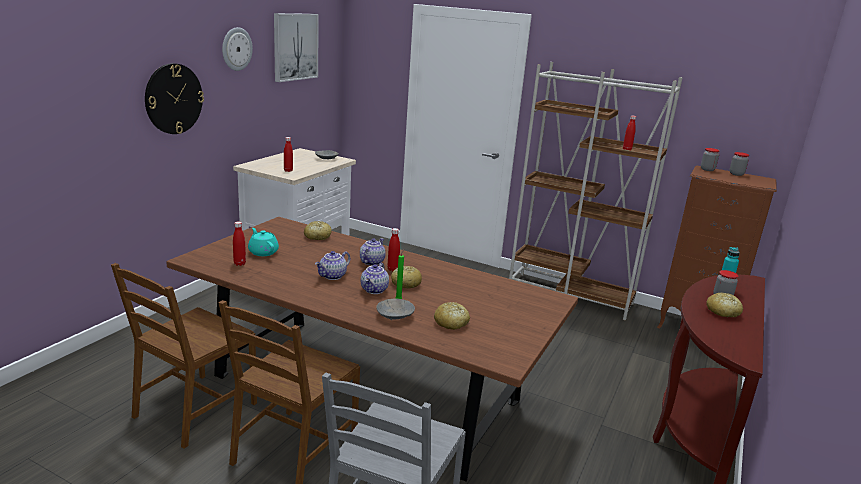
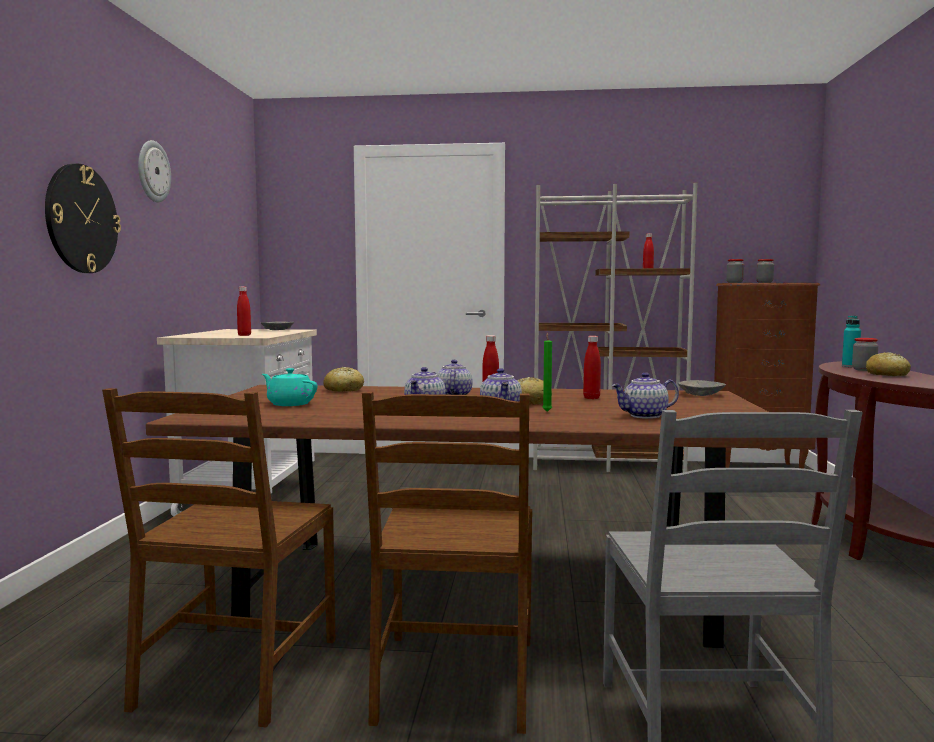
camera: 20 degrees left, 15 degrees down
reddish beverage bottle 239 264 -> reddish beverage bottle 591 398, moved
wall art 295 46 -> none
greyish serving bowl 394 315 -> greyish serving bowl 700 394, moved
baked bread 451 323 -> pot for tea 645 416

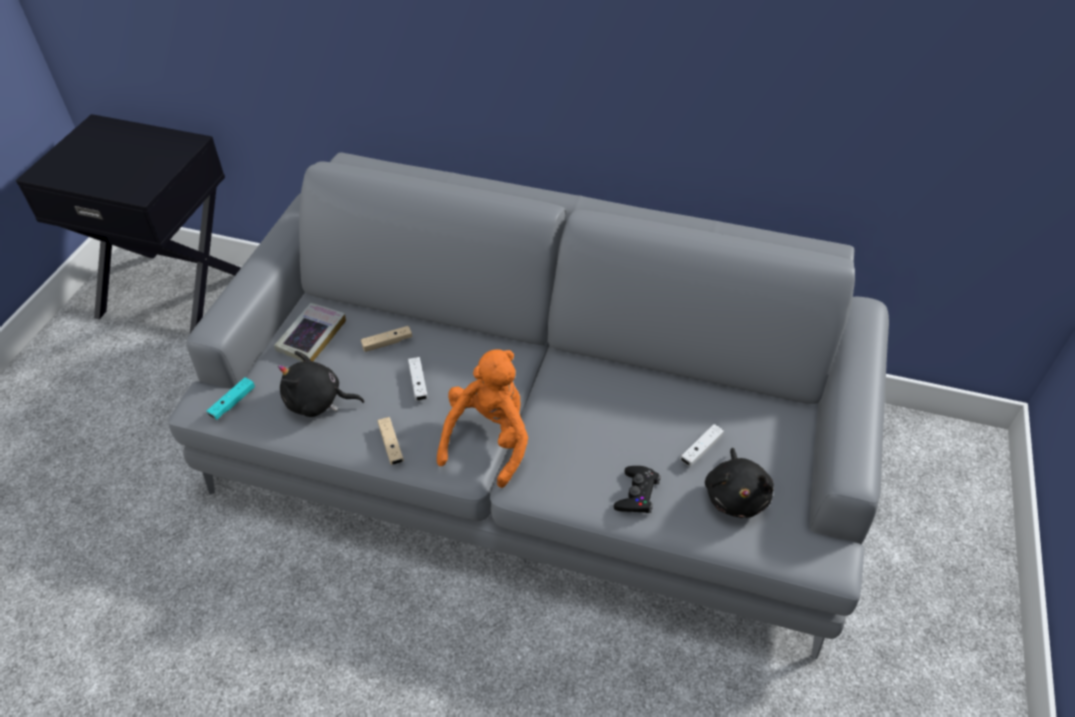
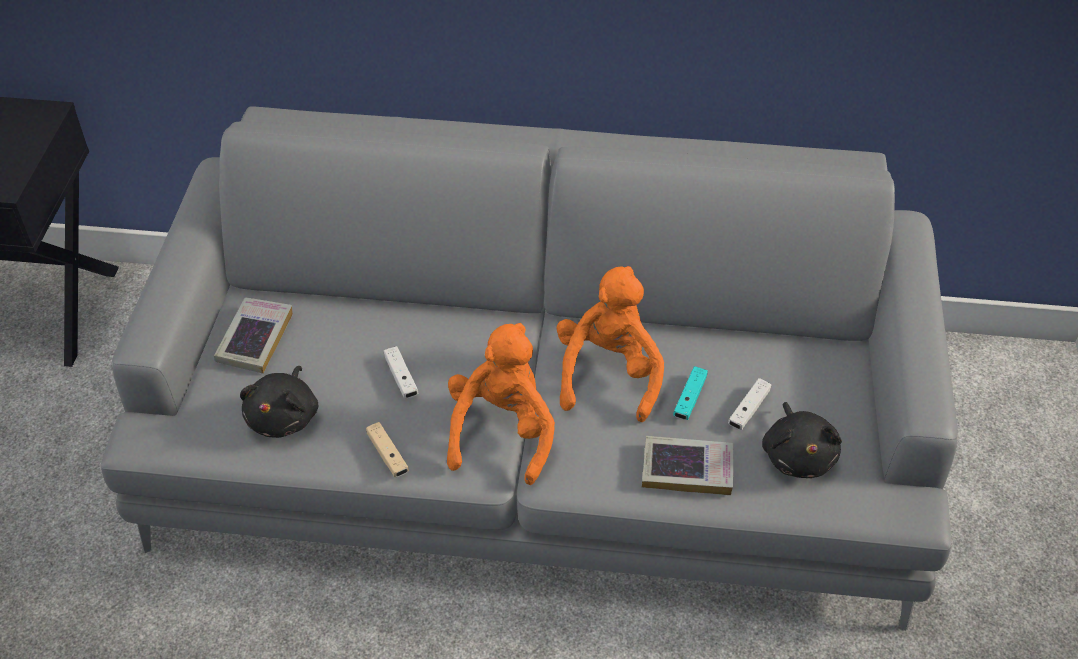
camera: 10 degrees left, 0 degrees up
blue-green game controller 232 403 -> blue-green game controller 689 398, moved
black-coloured soft toy 318 402 -> black-coloured soft toy 284 416, 75 degrees counterclockwise
beige-coloured game controller 387 343 -> none
black-coloured game controller 637 494 -> volume 687 469
none -> orange soft toy 608 374

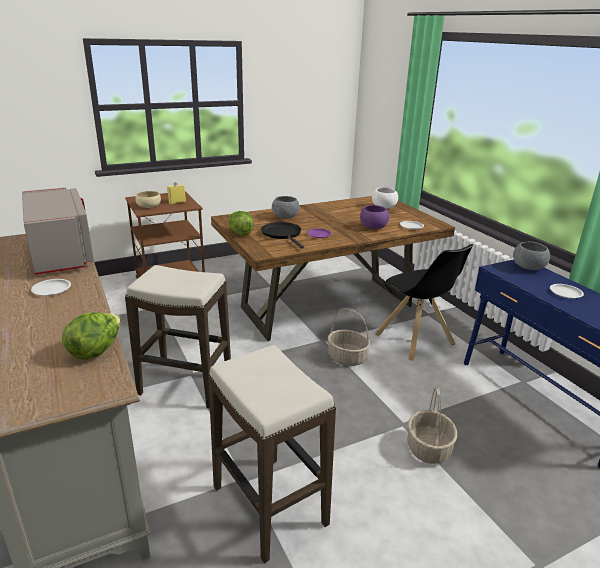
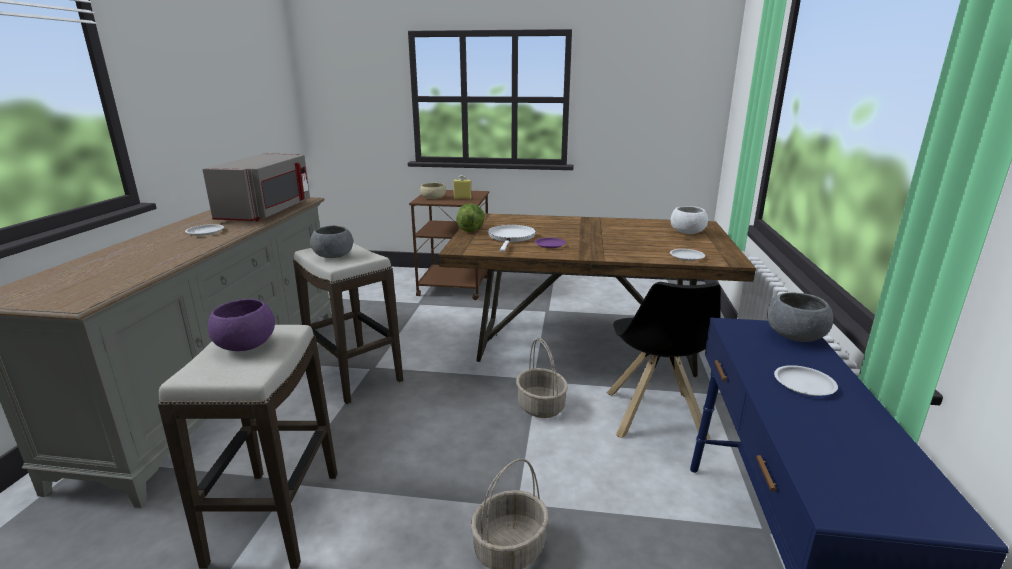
camera: 35 degrees right, 5 degrees down
lettuce head 96 350 -> none
black-coloured pan 282 234 -> white pan 511 237
greyish serving bowl 285 217 -> greyish serving bowl 333 256, moved
purple serving bowl 373 227 -> purple serving bowl 245 345, moved

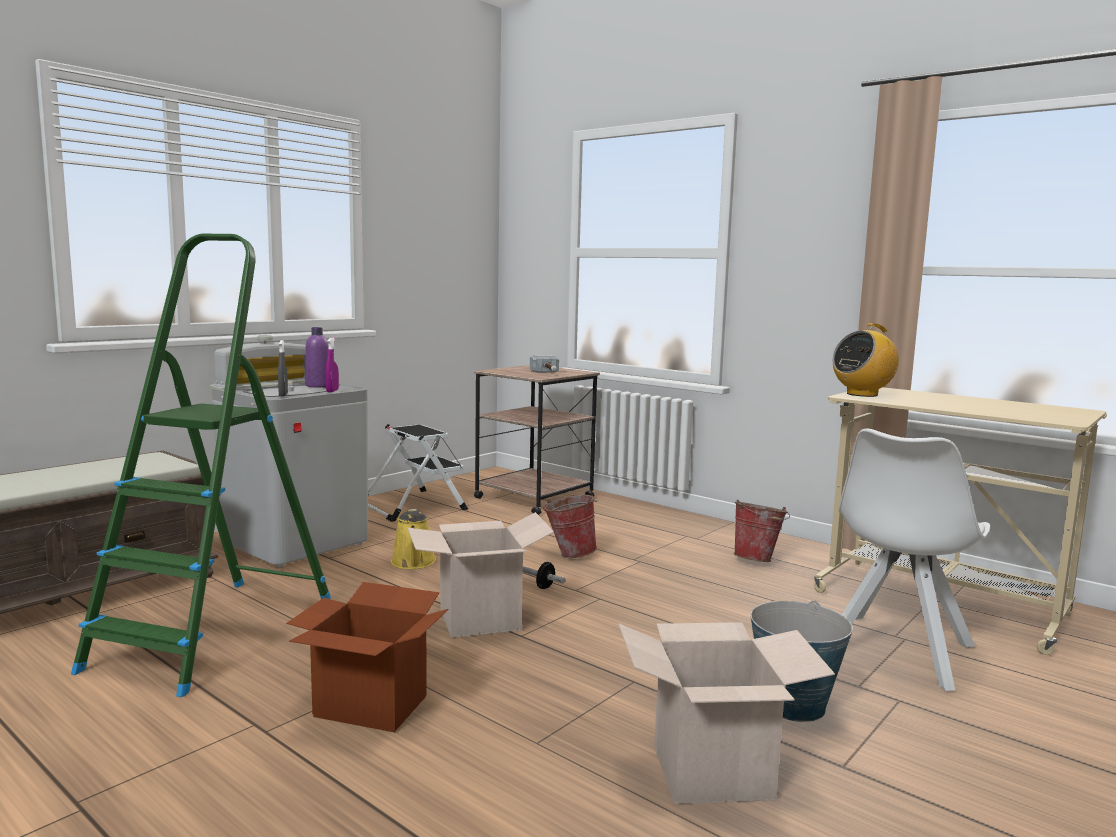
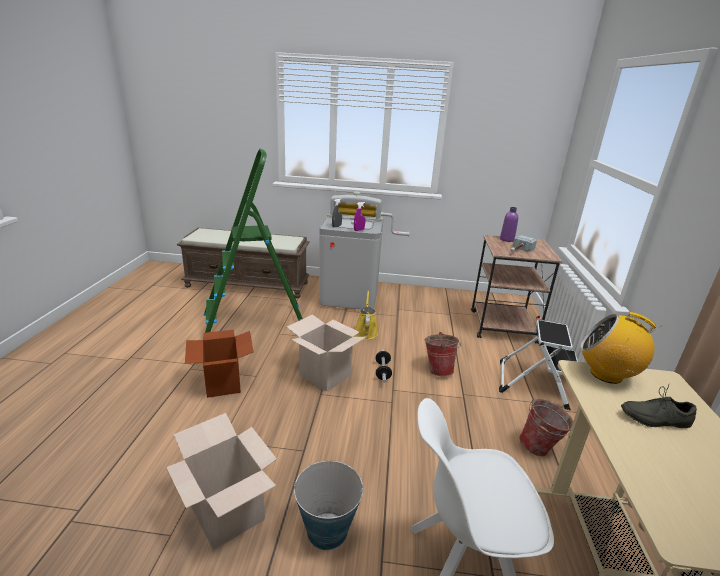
camera: 55 degrees right, 15 degrees up
purple beverage bottle 318 385 -> purple beverage bottle 507 239, moved
step ladder 413 505 -> step ladder 534 382, moved
yellow watering can 413 563 -> yellow watering can 365 331, 135 degrees clockwise
none -> greyish item of footwear 653 417

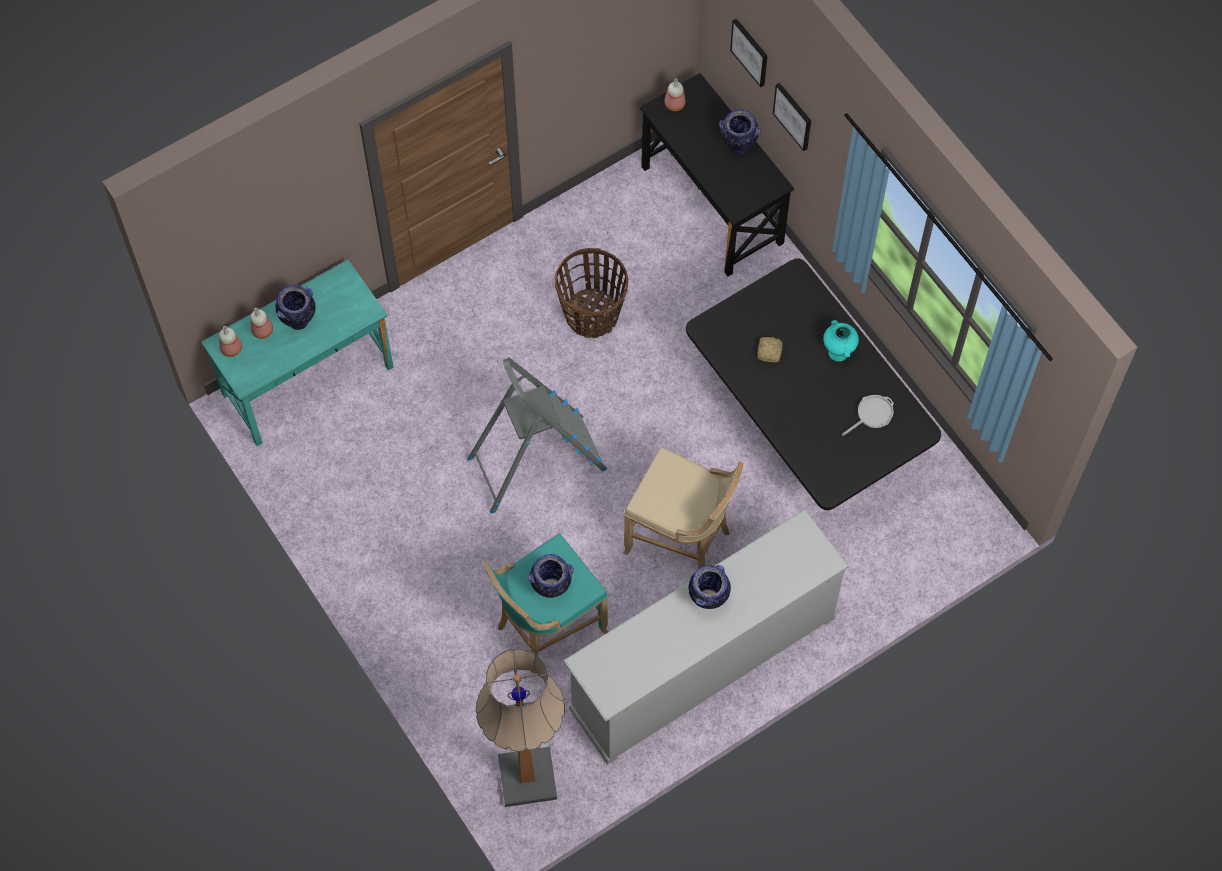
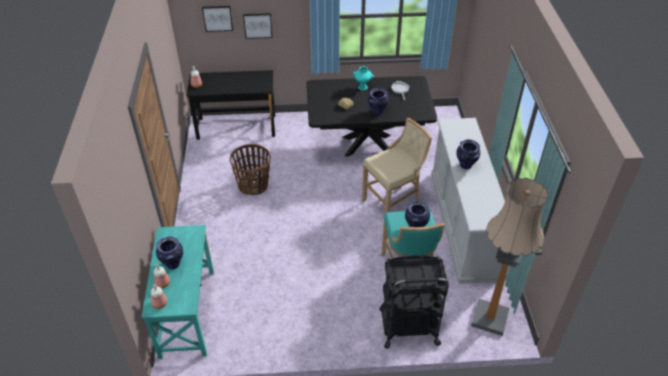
camera: 60 degrees left, 20 degrees down
greyish step ladder 538 463 -> none
vase 738 146 -> vase 377 112, moved
none -> black-coloured cart 409 326

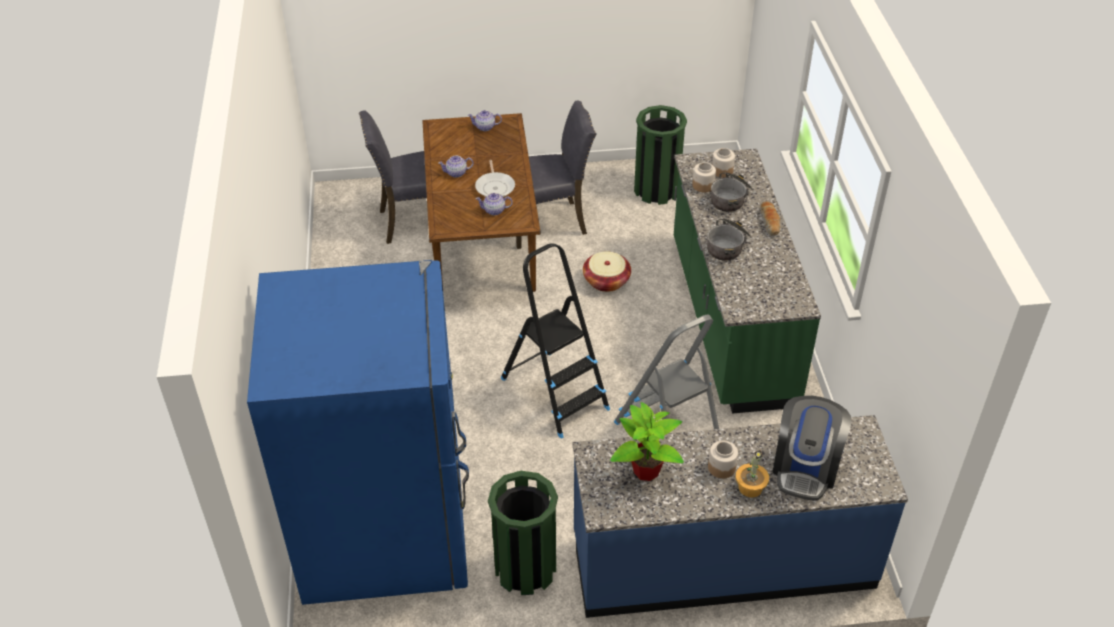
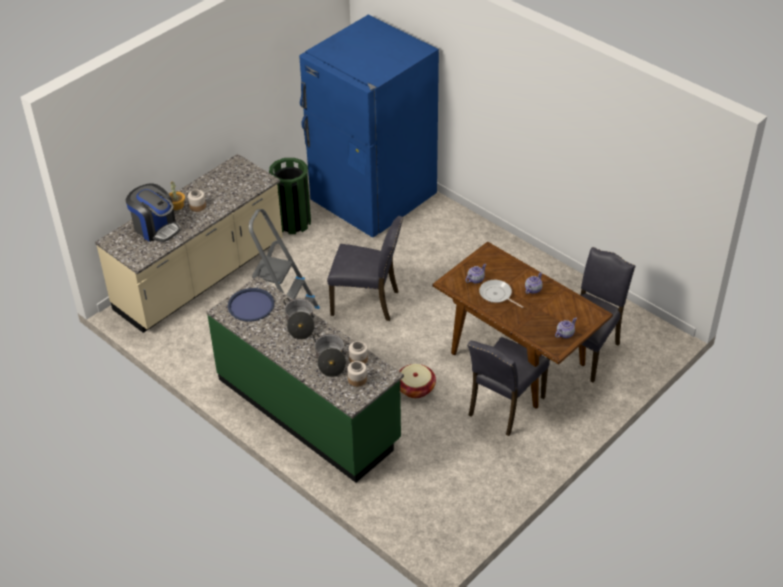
camera: 140 degrees right, 0 degrees up
black-coloured step ladder 555 394 -> greyish chair 367 302
blue kitchen base unit 722 560 -> beige-coloured kitchen base unit 201 277
potted plant 645 470 -> none
green rubbish bin 657 190 -> none
baked bread 770 222 -> none
coffee machine 805 467 -> coffee machine 156 228, 150 degrees clockwise
none -> blue serving tray 251 305

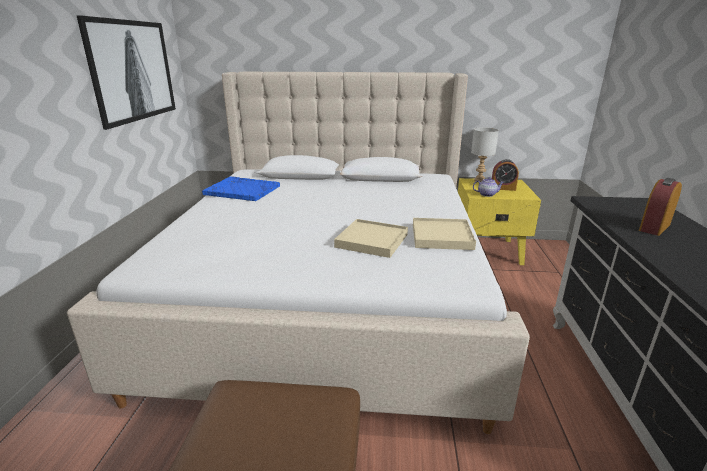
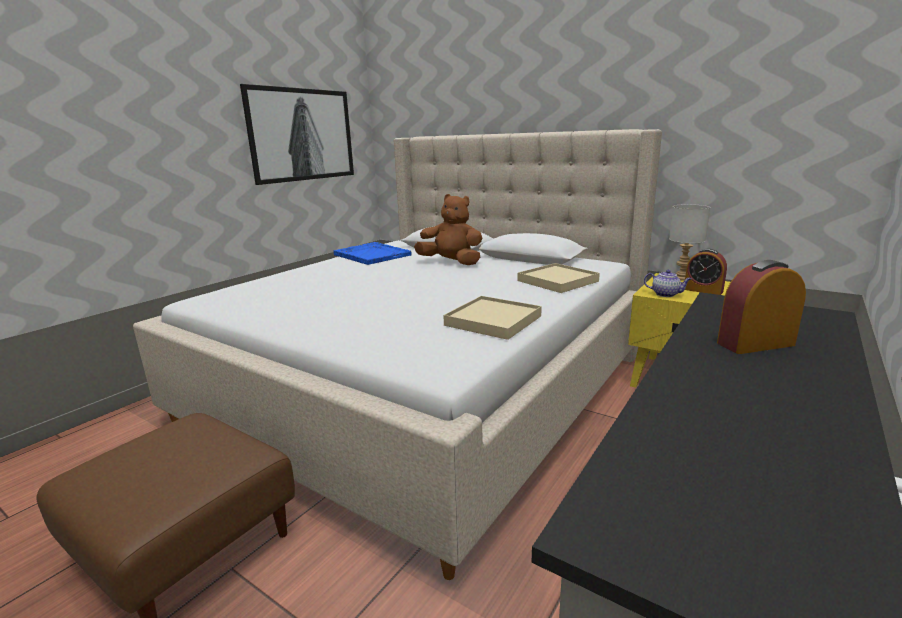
camera: 30 degrees right, 5 degrees down
beige-coloured serving tray 371 240 -> beige-coloured serving tray 557 281, moved
none -> brown-coloured soft toy 451 263

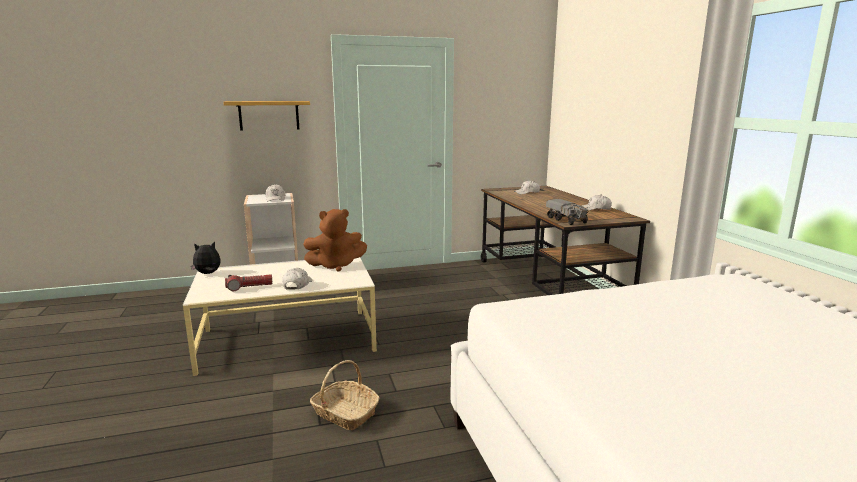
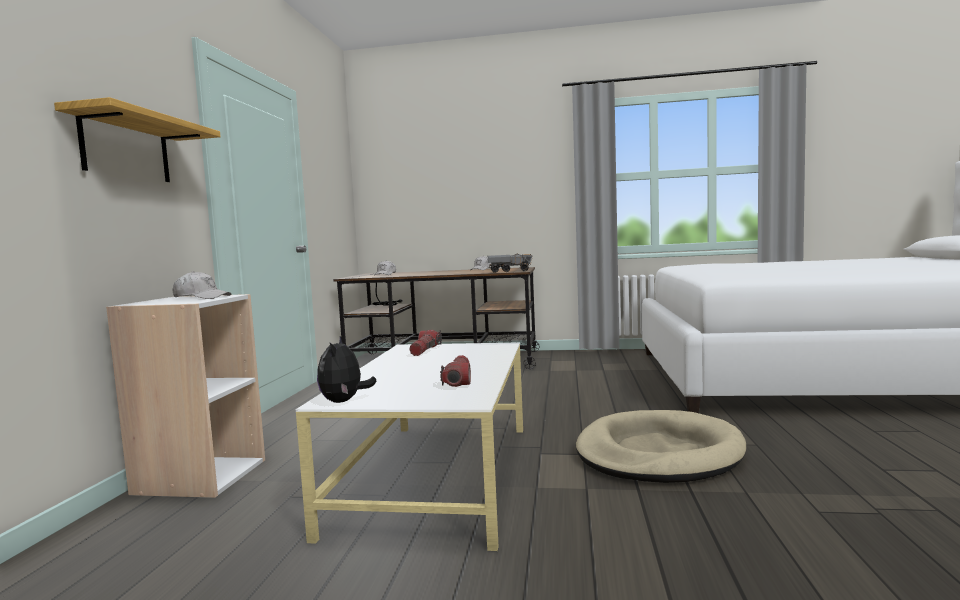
camera: 65 degrees left, 10 degrees down
white cap 297 284 -> none
brown-coloured soft toy 336 265 -> flashlight 425 351
storage basket 344 413 -> beige-coloured dog cushion 658 453

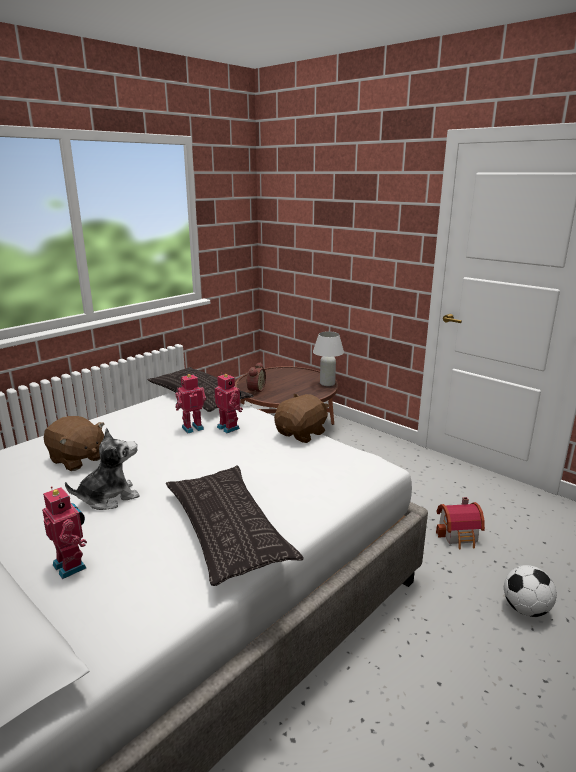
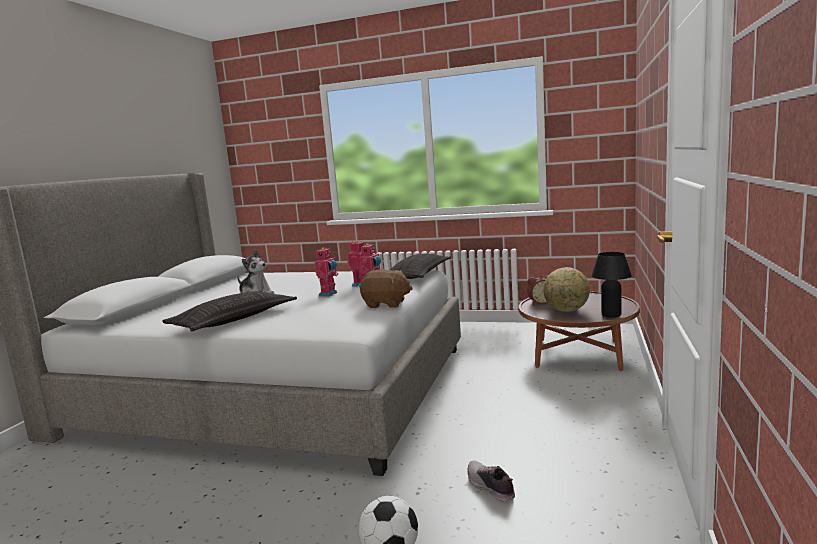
camera: 65 degrees right, 10 degrees down
toy robot 72 565 -> toy robot 329 294, moved
brown-coloured soft toy 77 459 -> none
white table lamp 327 383 -> black-coloured table lamp 611 315
model house 460 535 -> item of footwear 490 487
none -> globe 566 311

